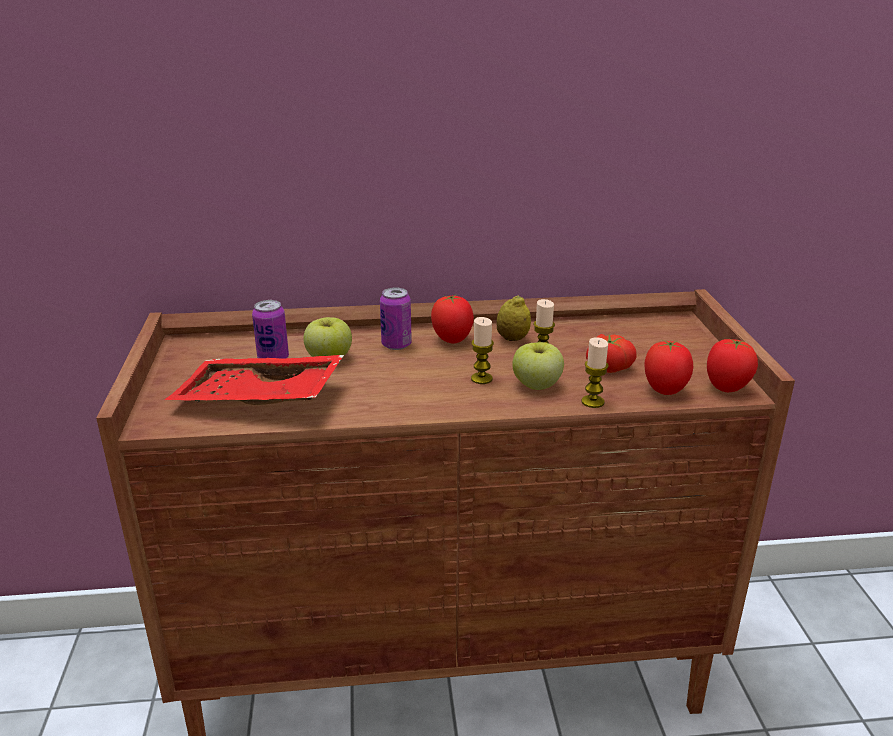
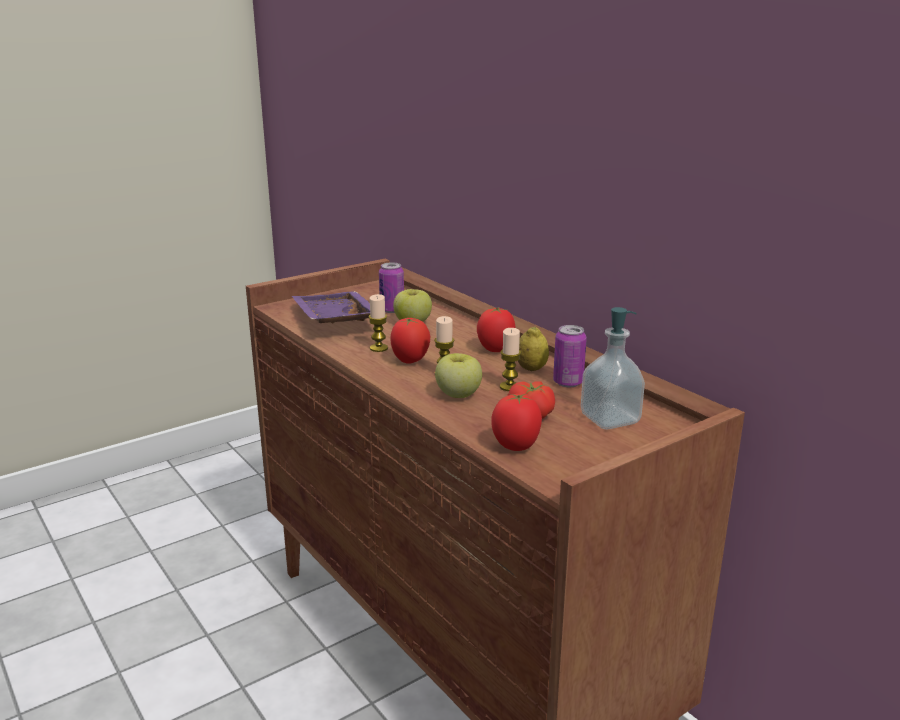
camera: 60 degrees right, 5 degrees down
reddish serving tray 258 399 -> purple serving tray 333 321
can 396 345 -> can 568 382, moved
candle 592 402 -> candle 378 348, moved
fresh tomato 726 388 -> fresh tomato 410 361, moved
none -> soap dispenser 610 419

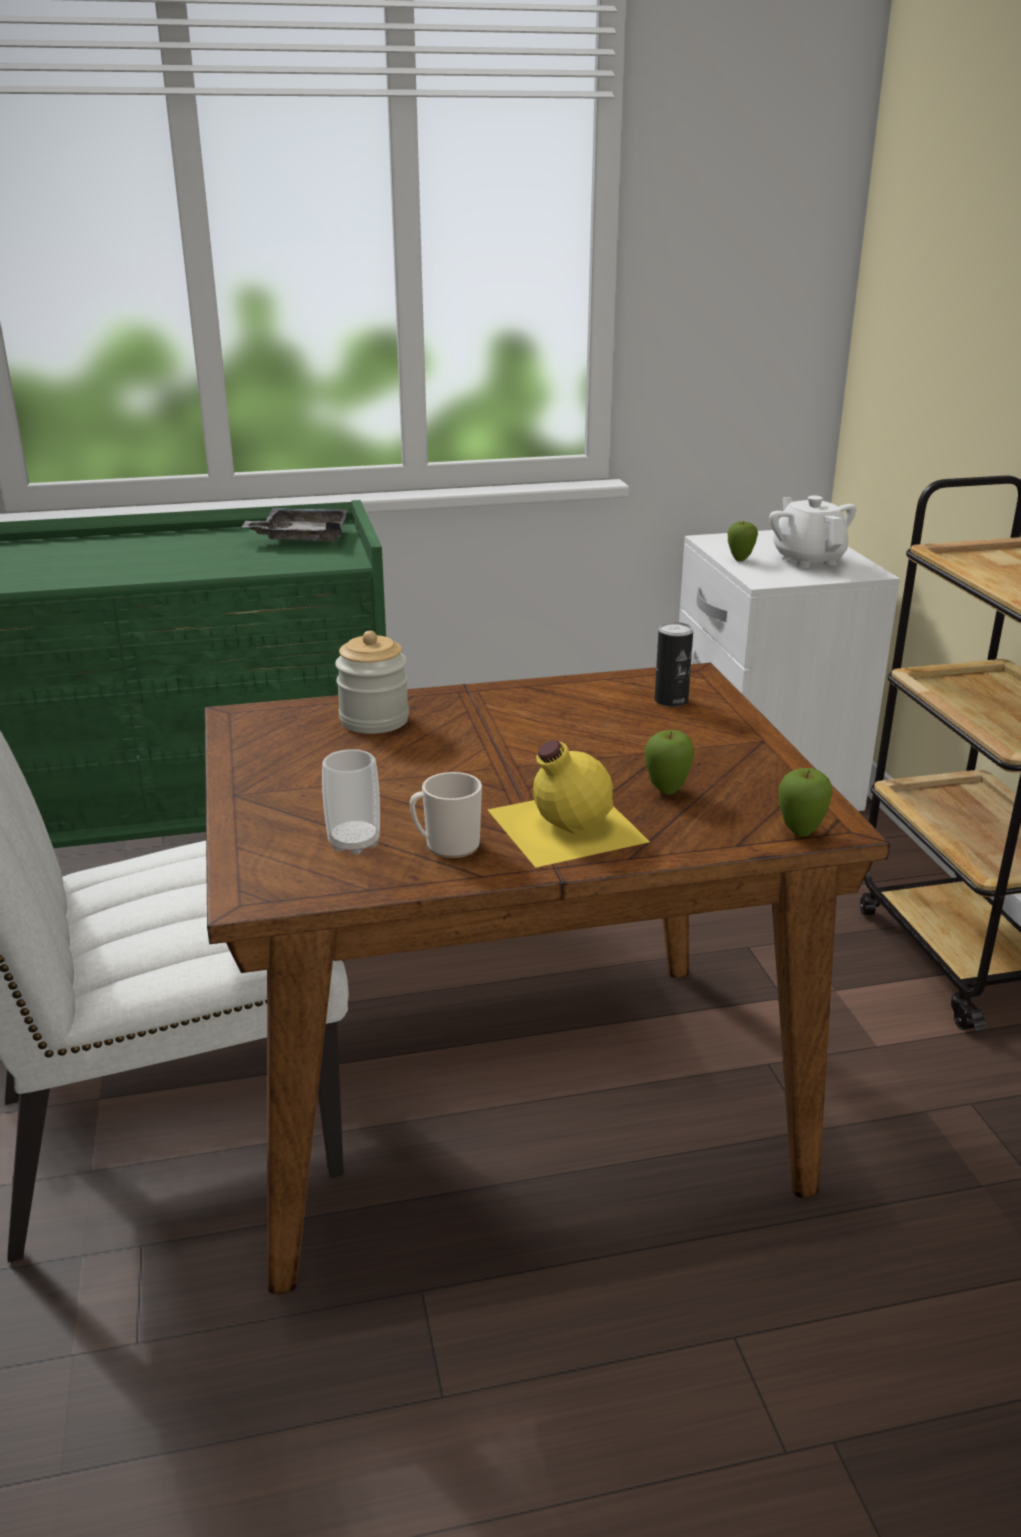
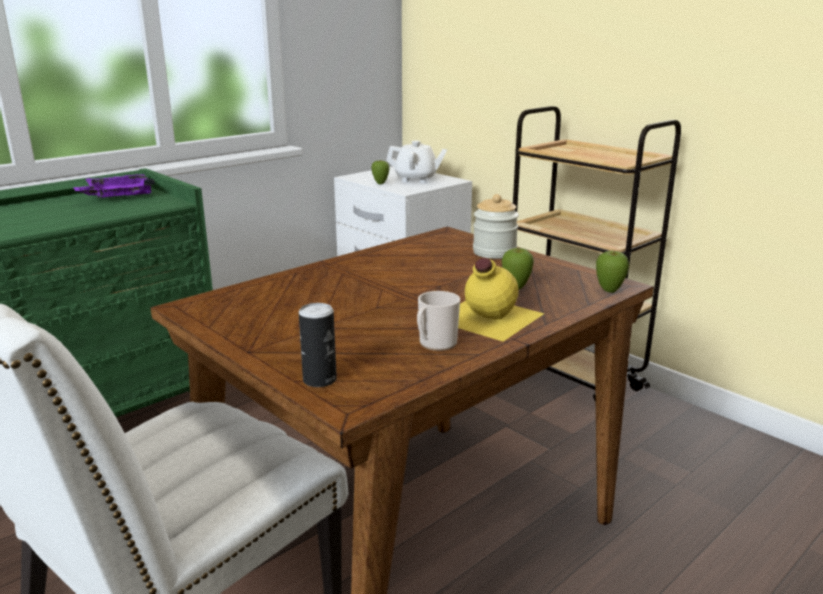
camera: 30 degrees left, 5 degrees down
greyish serving tray 302 538 -> purple serving tray 118 196
drinking cup 354 843 -> none
storage jar 374 720 -> storage jar 494 252, moved
can 671 700 -> can 319 380, moved
white pot for tea 808 560 -> white pot for tea 416 179, 150 degrees clockwise

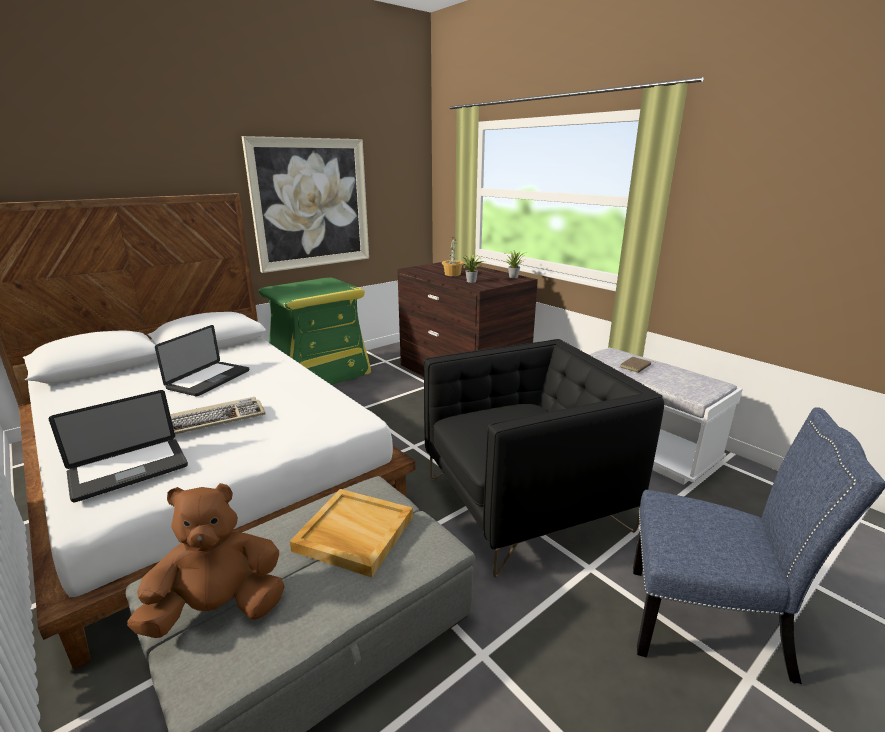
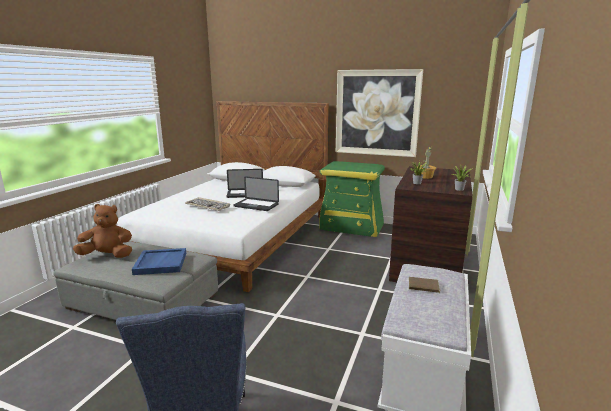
camera: 60 degrees right, 5 degrees down
notebook computer 129 470 -> notebook computer 256 205, moved
brown-coloured soft toy 219 609 -> brown-coloured soft toy 108 255, 45 degrees counterclockwise
beige-coloured serving tray 353 534 -> blue serving tray 160 263
black-coloured lounge chair 524 504 -> none

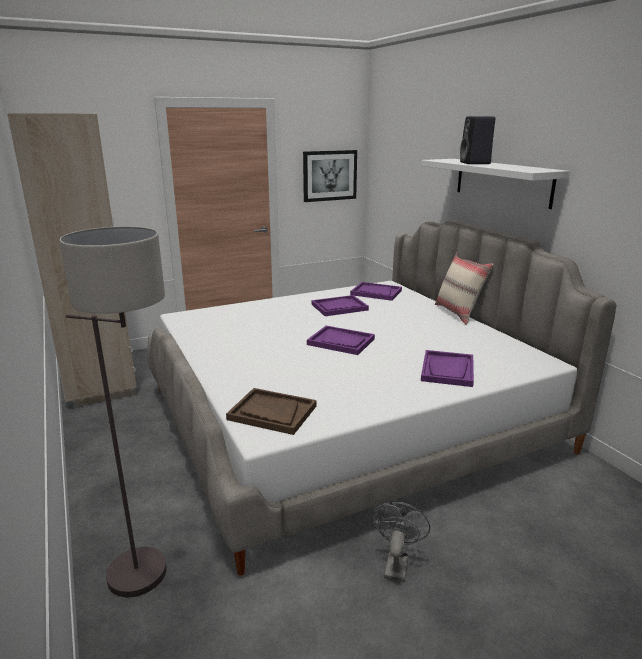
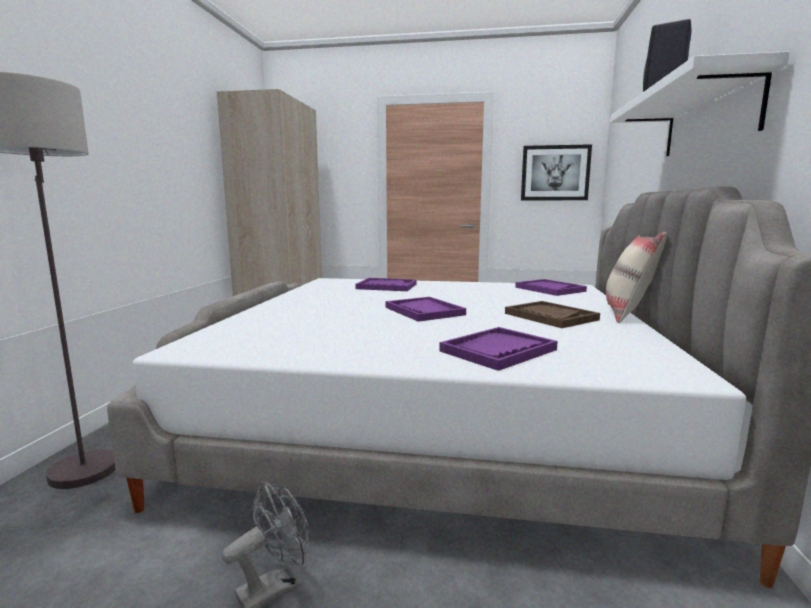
camera: 35 degrees right, 10 degrees down
brown-coloured serving tray 272 413 -> brown-coloured serving tray 550 316, moved
purple serving tray 339 307 -> purple serving tray 386 286, moved

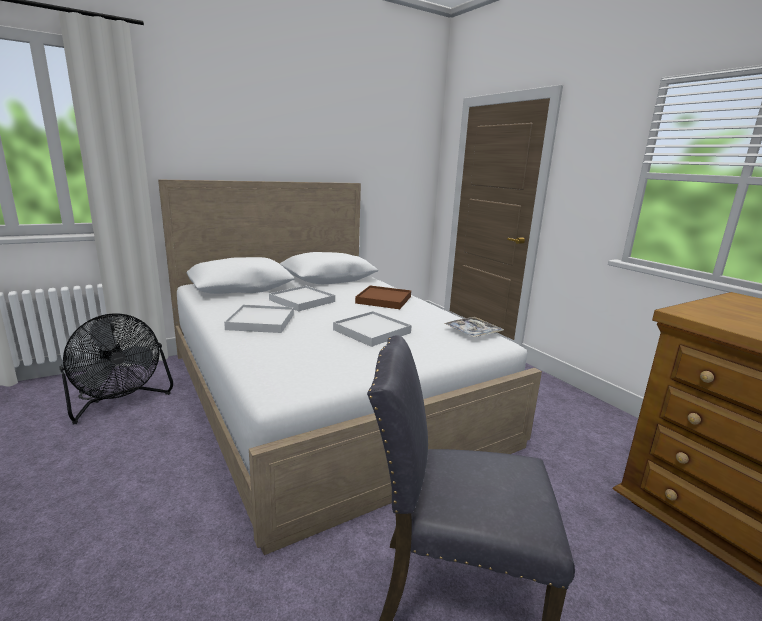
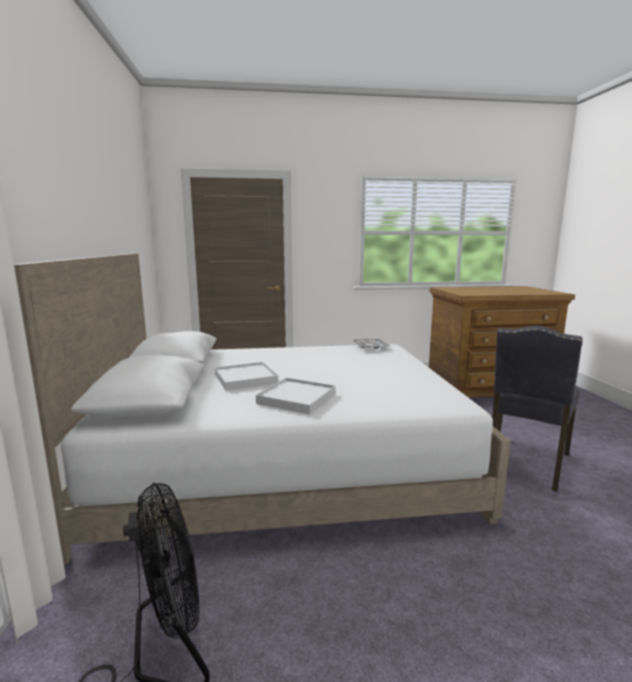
camera: 65 degrees left, 5 degrees down
white serving tray 372 331 -> none
brown-coloured serving tray 383 300 -> none

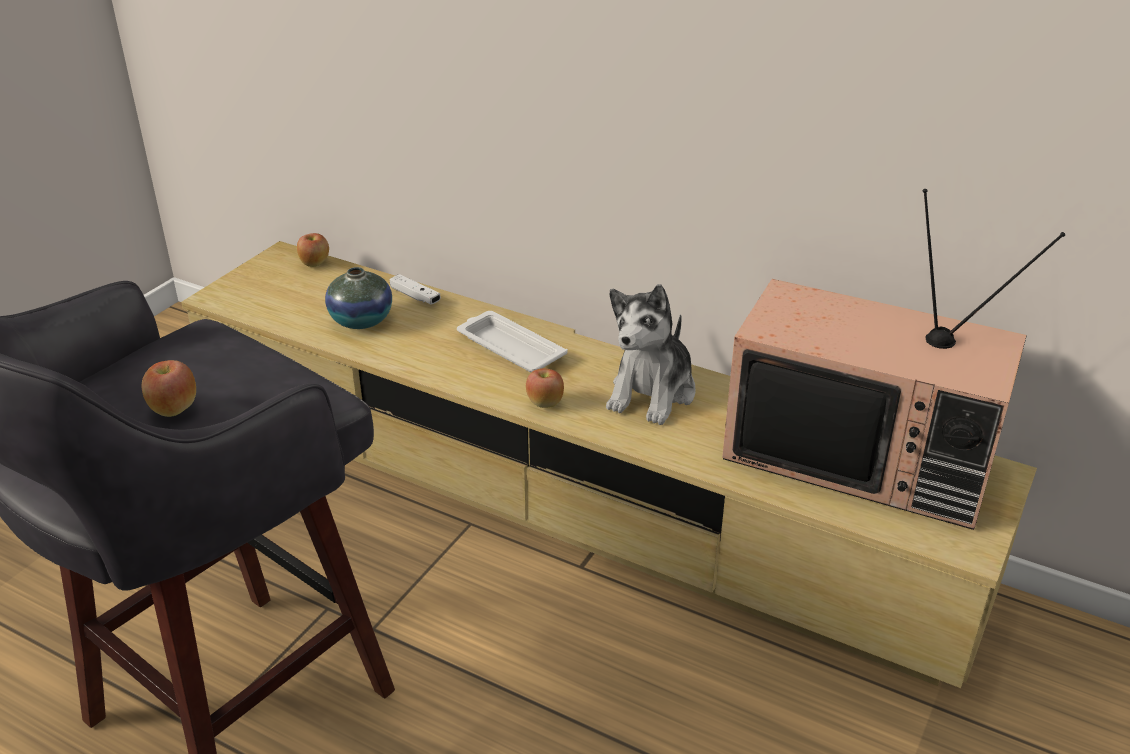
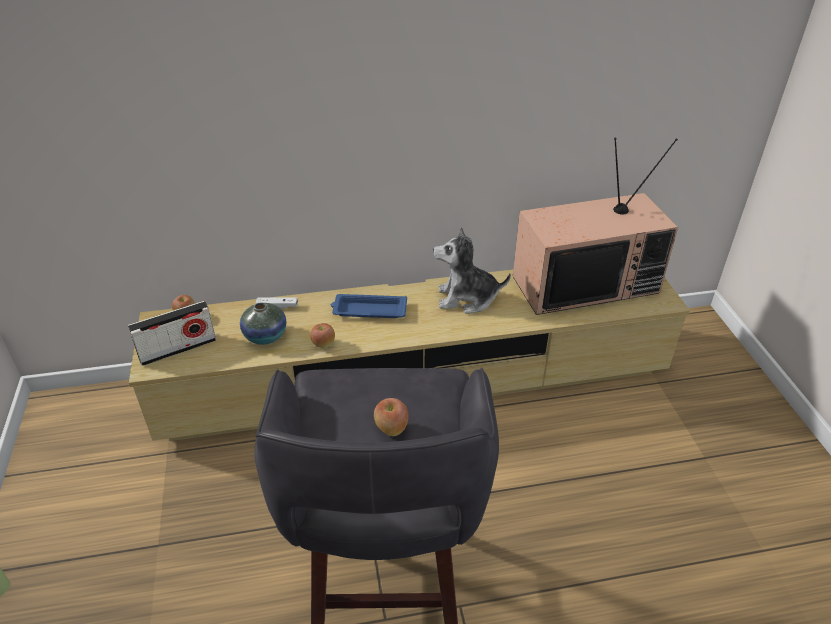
camera: 40 degrees left, 5 degrees up
white serving tray 509 348 -> blue serving tray 368 310
whole apple 545 403 -> whole apple 323 344, moved
soft toy 652 393 -> soft toy 467 298, 105 degrees clockwise
none -> radio receiver 178 349

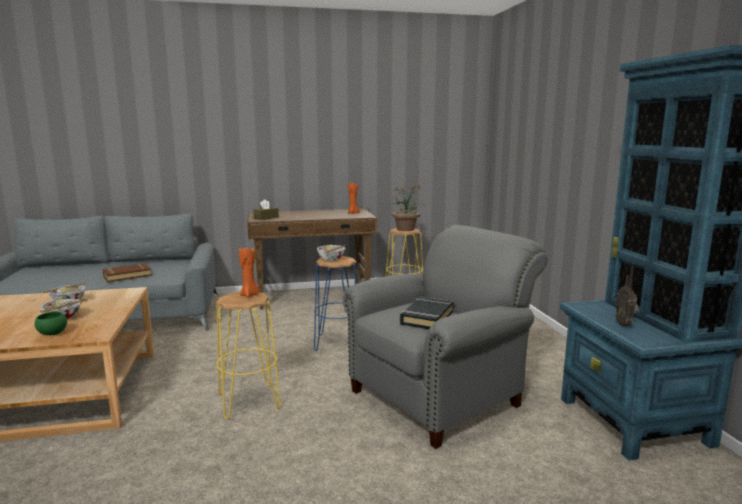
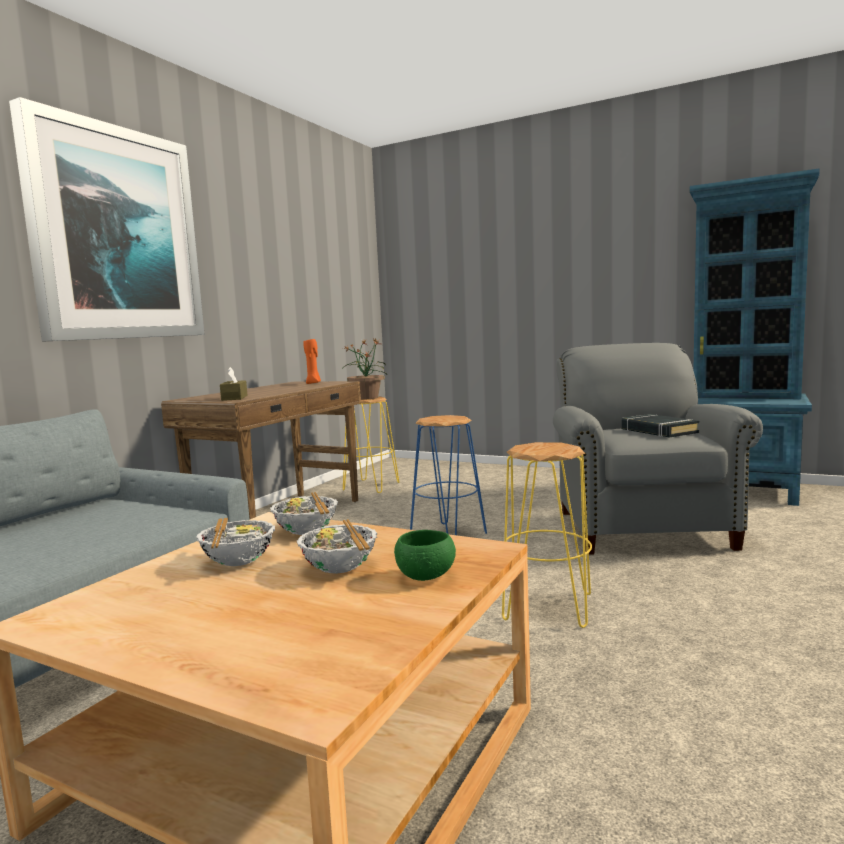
camera: 50 degrees left, 5 degrees down
brown-coloured volume 127 276 -> none
orange candle 250 295 -> none
serving bowl 331 259 -> serving bowl 307 531, moved
radio receiver 624 324 -> none
none -> wall art 115 235

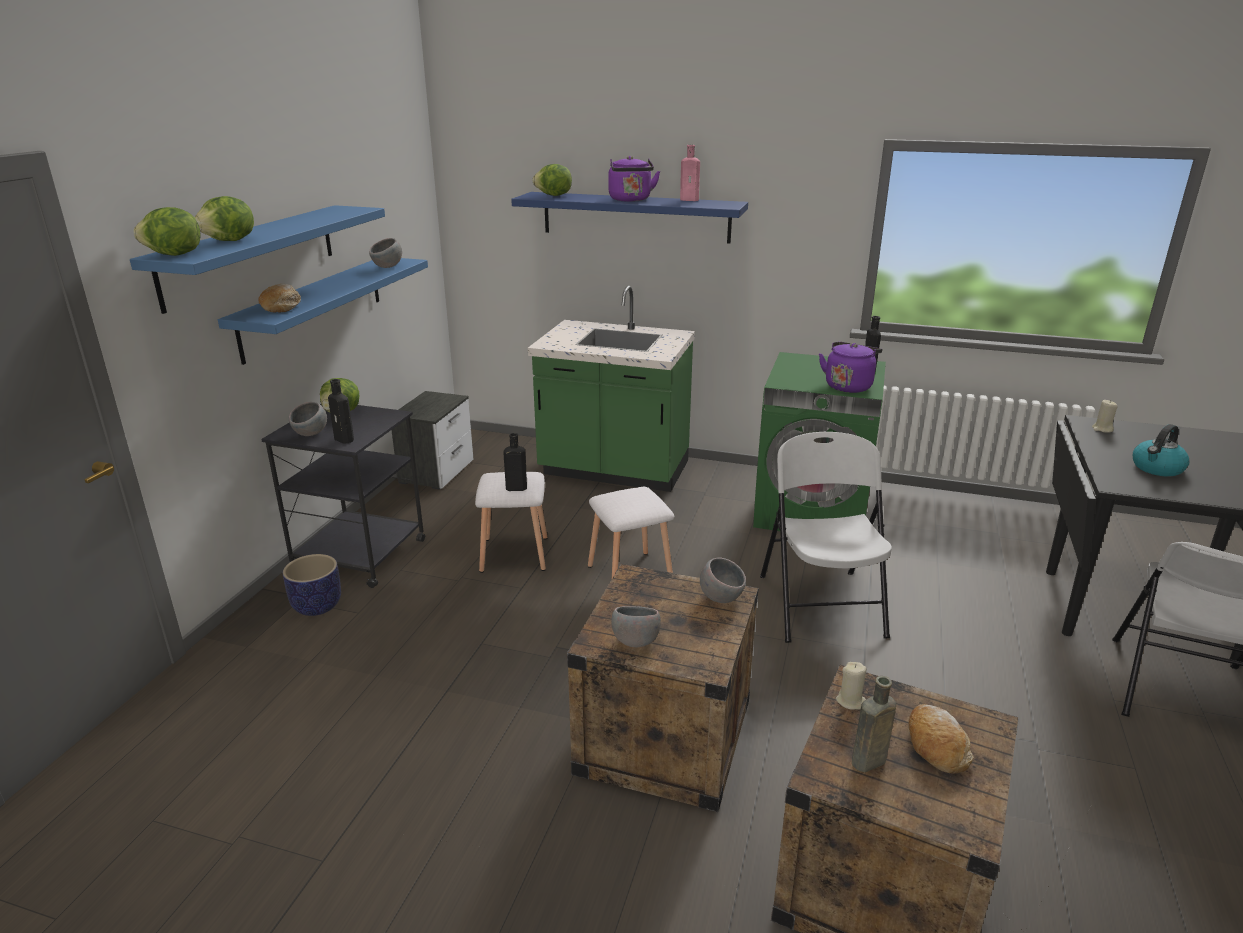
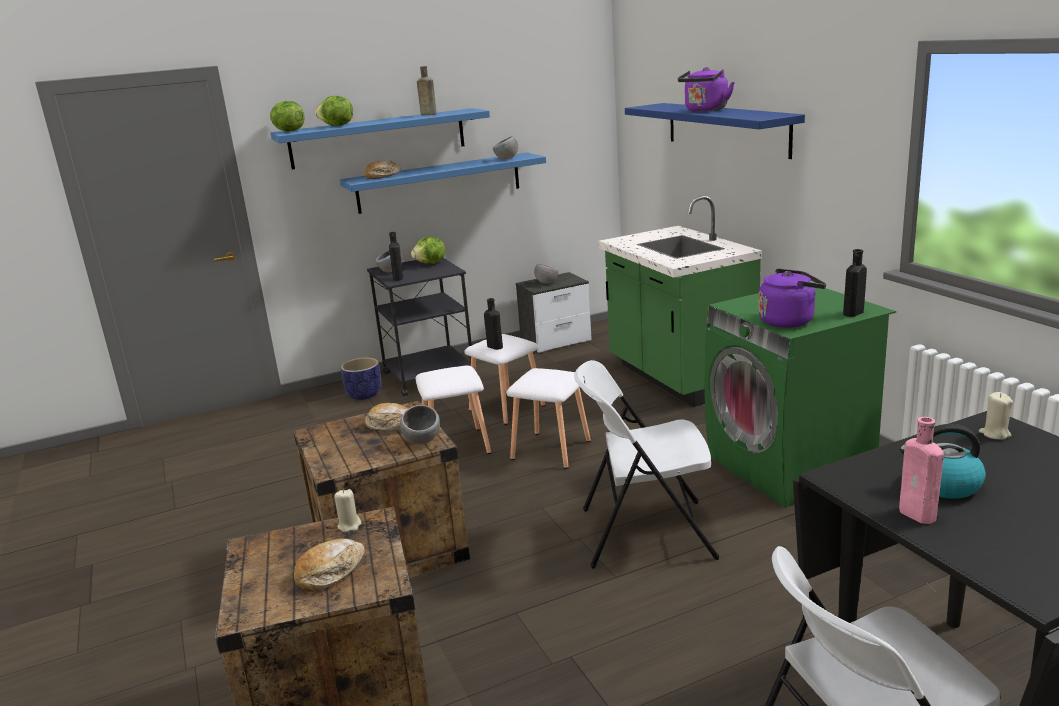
camera: 50 degrees right, 5 degrees down
lettuce head 554 196 -> none
greyish serving bowl 635 642 -> greyish serving bowl 546 283, moved
pink-coloured beverage bottle 690 200 -> pink-coloured beverage bottle 919 515, moved
white chair 821 605 -> white chair 647 532, 135 degrees counterclockwise
brown-coloured beverage bottle 866 762 -> brown-coloured beverage bottle 427 114, moved
none -> baked bread 391 425
none -> white stool 457 445

